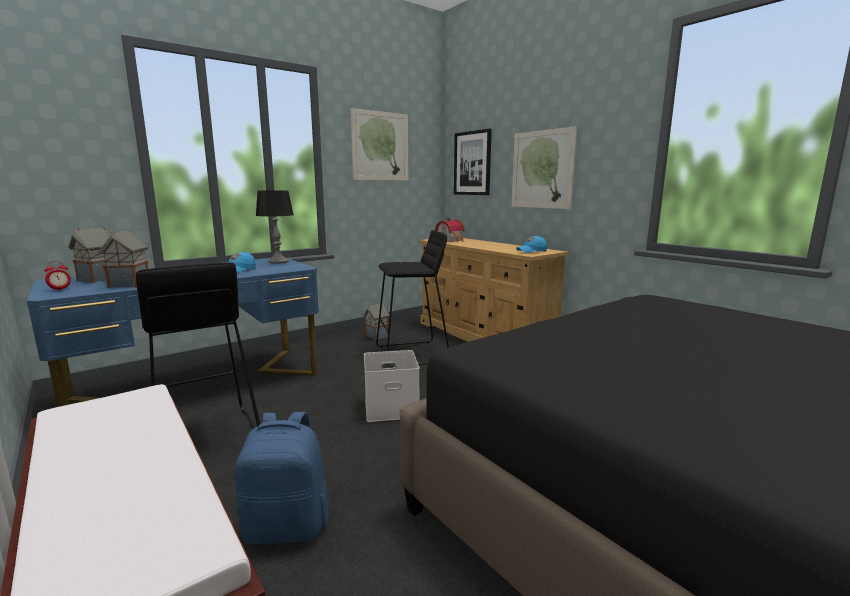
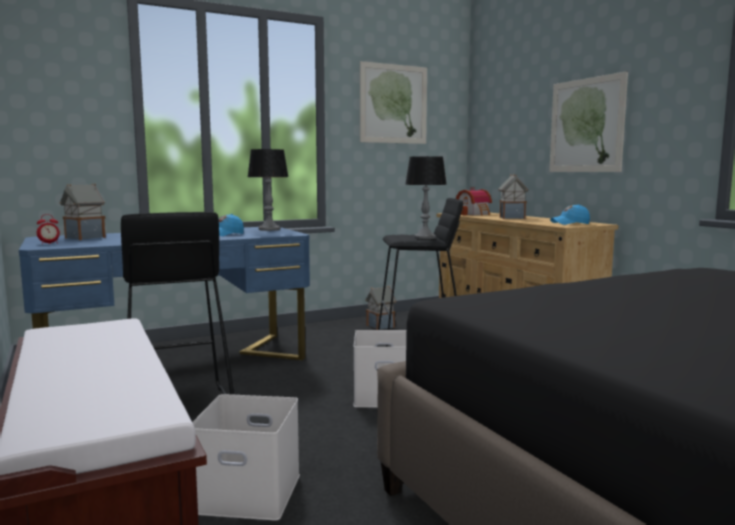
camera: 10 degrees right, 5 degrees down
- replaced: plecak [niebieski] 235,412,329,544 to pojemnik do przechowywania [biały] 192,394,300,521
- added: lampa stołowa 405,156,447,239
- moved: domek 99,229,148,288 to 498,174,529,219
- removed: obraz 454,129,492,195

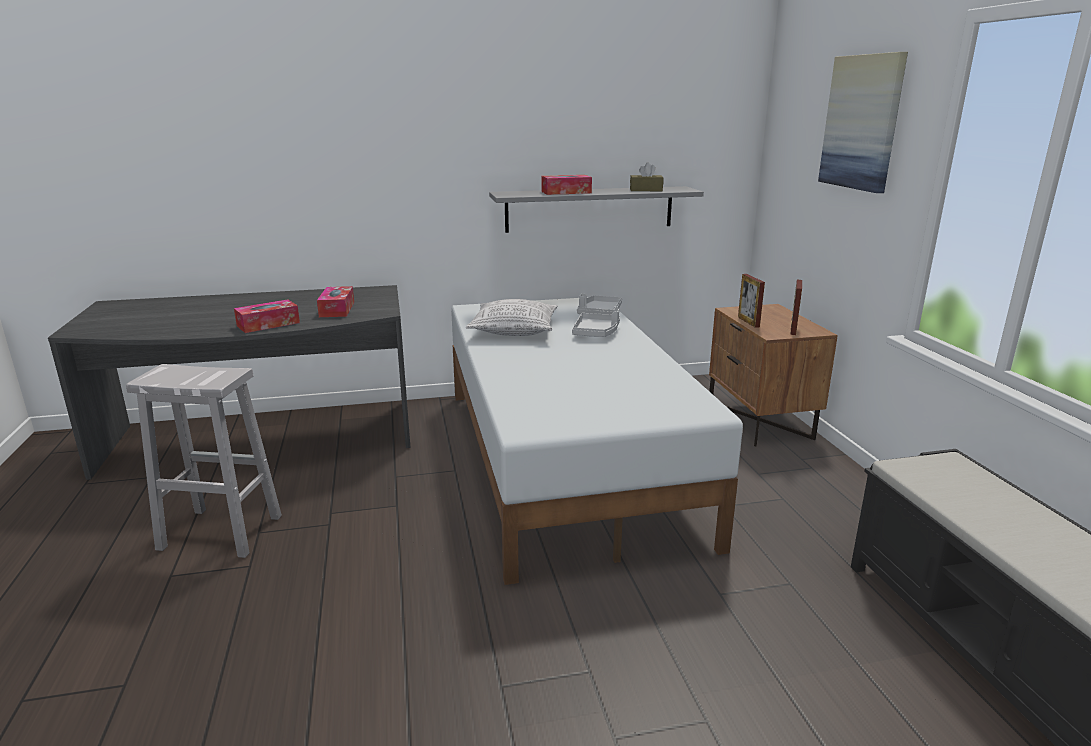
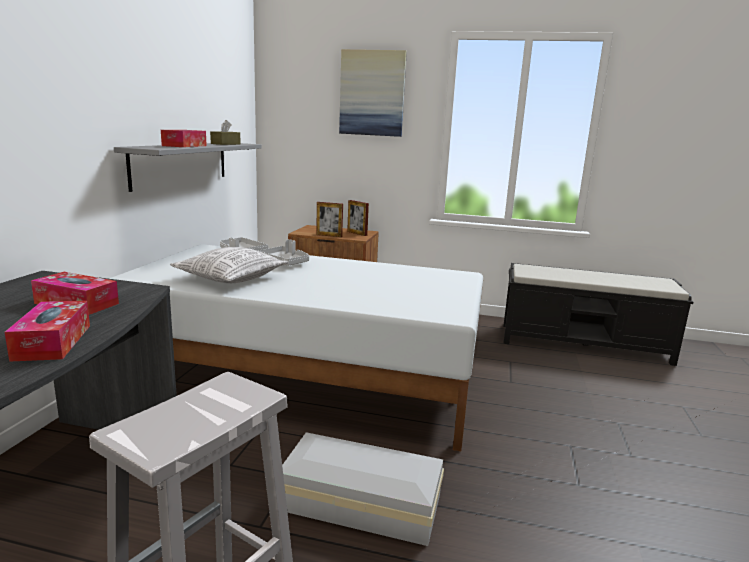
camera: 65 degrees left, 5 degrees down
- added: pojemnik do przechowywania [biały] 282,432,444,546

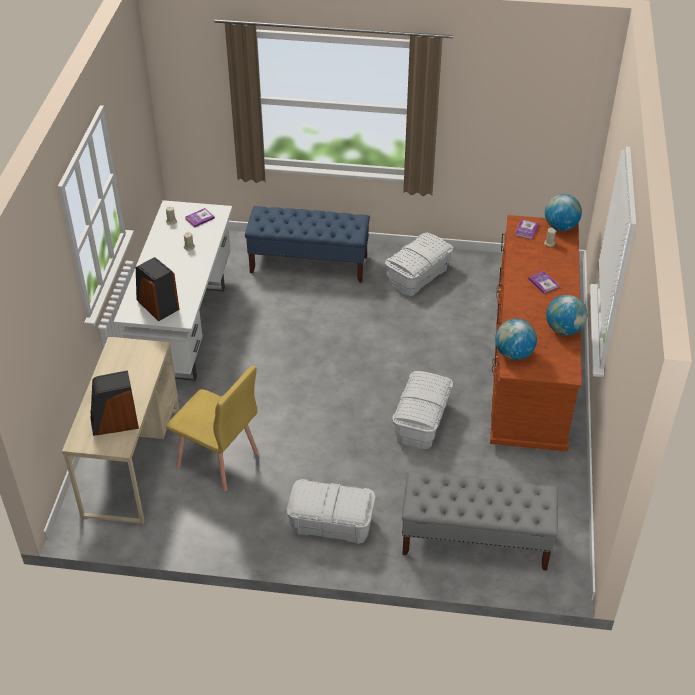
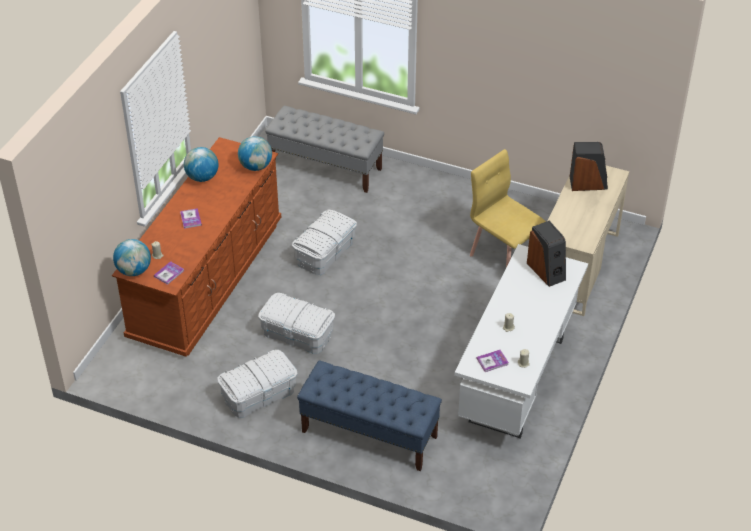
camera: 165 degrees left, 0 degrees up
- moved: pojemnik do przechowywania [biały] 286,479,375,544 to 258,293,335,354

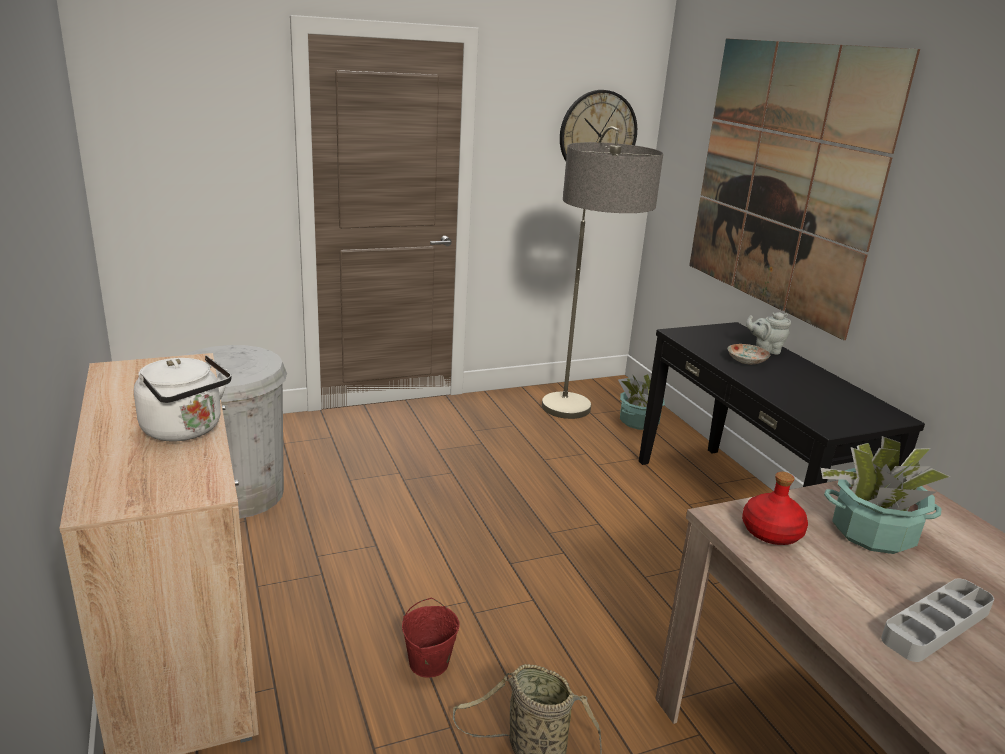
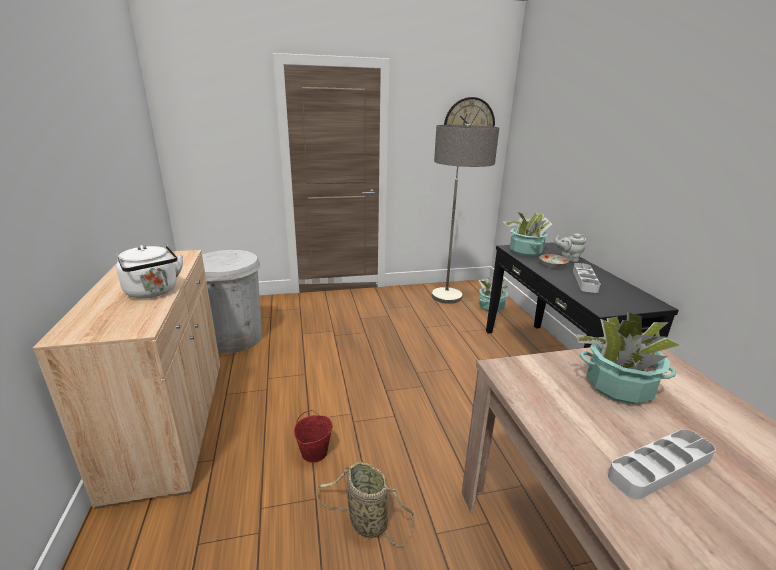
camera: 10 degrees right, 0 degrees up
- added: roślina doniczkowa 503,212,552,256
- added: taca [szary] 573,263,600,293
- removed: obraz 689,38,920,340
- removed: butelka [czerwony] 742,472,808,545

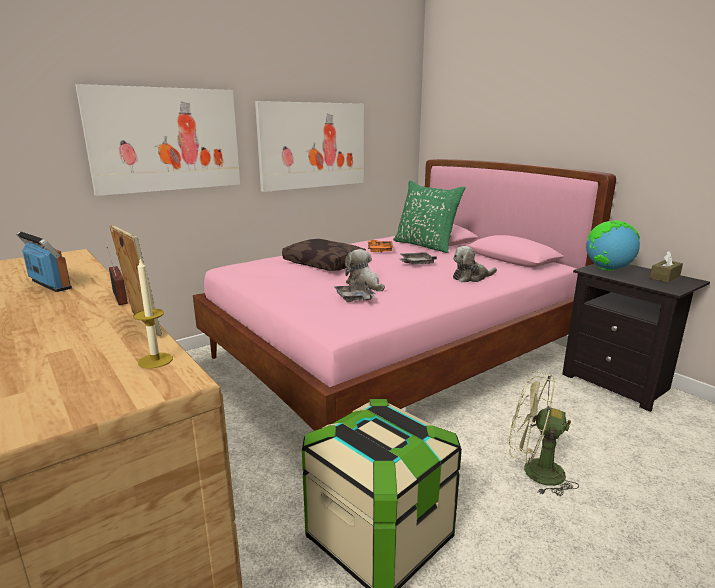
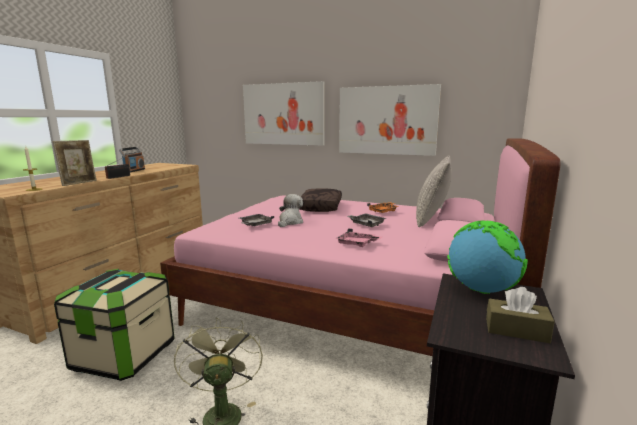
camera: 60 degrees right, 5 degrees down
- replaced: pluszak 453,246,497,282 to taca [różowy] 335,228,382,247
- recoloured: poduszka [zielony] 393,181,466,253 to poduszka [szary] 416,155,452,227

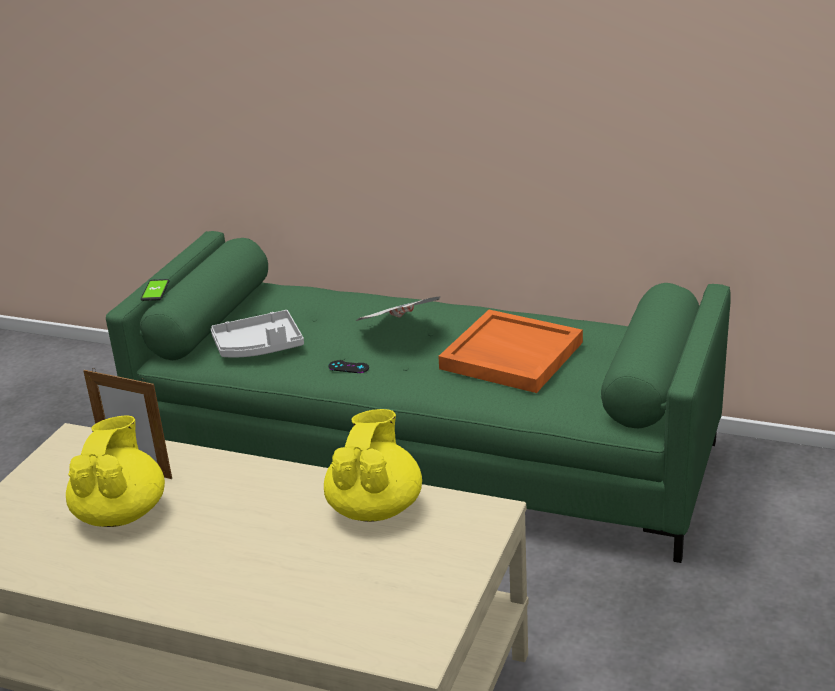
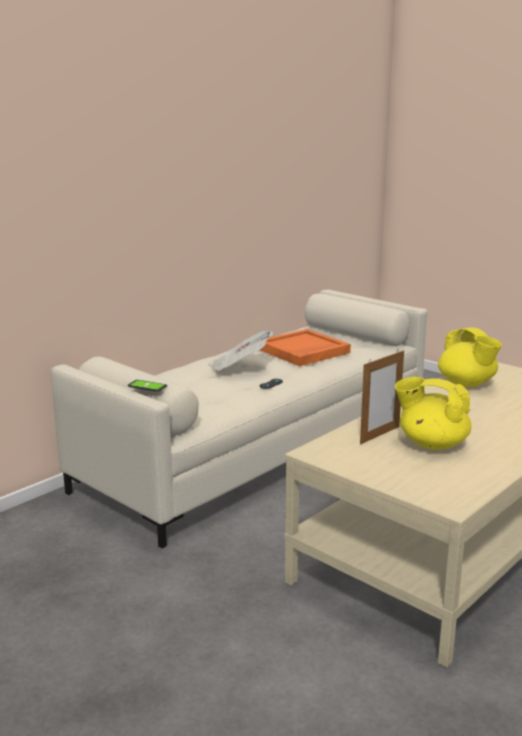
camera: 70 degrees left, 10 degrees down
- recoloured: kanapa [zielony] 106,231,731,563 to kanapa [beżowy] 50,289,427,549
- turned: imbryk [żółty] 324,409,422,522 = 438,328,502,387 150 degrees counterclockwise
- removed: taca [szary] 211,310,304,357

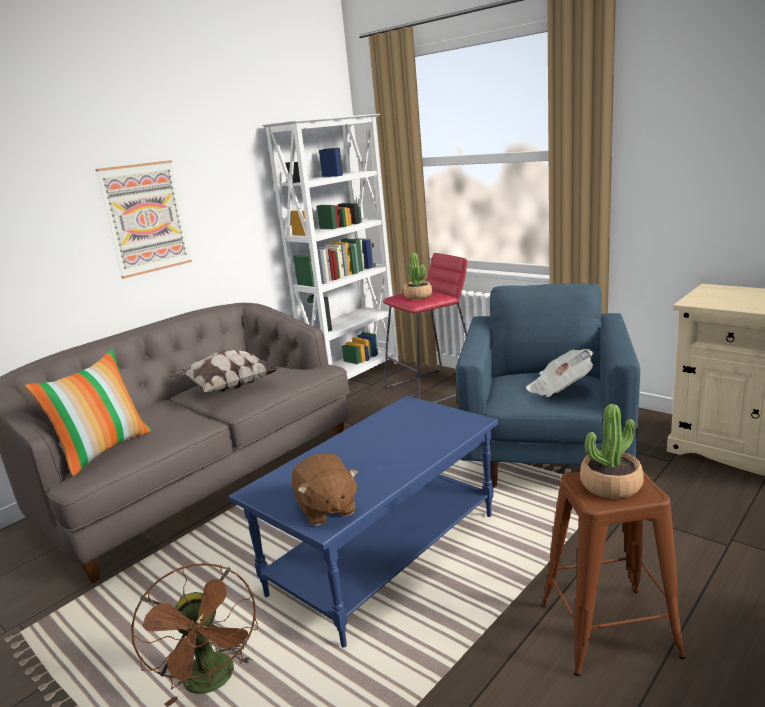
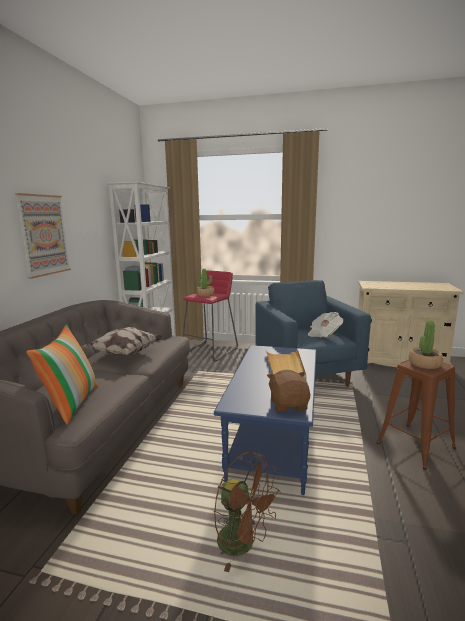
camera: 30 degrees left, 5 degrees down
- added: taca [beżowy] 266,349,306,379
- turned: pluszak [brązowy] 292,454,359,526 = 267,370,310,412 135 degrees counterclockwise

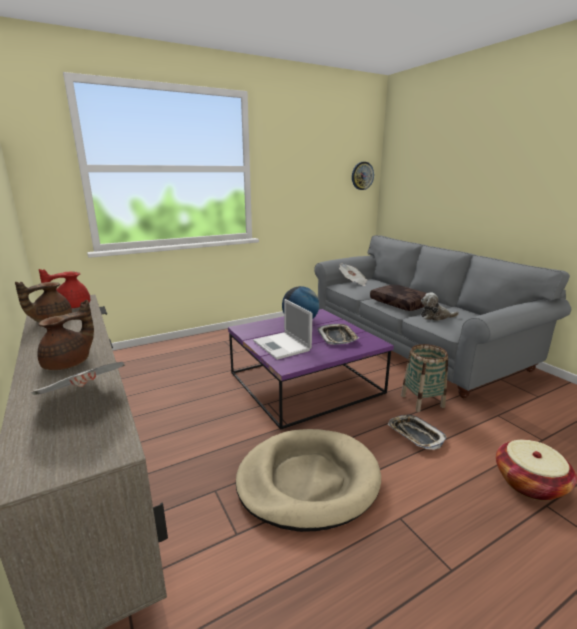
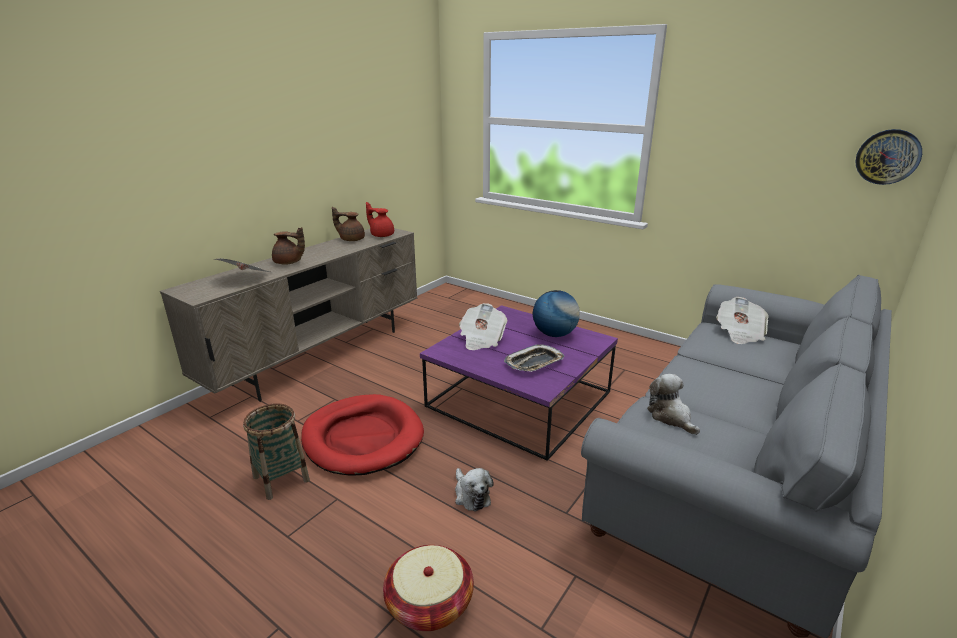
camera: 65 degrees right, 5 degrees up
- moved: koszyk 401,344,448,412 to 243,404,310,500
- recoloured: legowisko [beżowy] 236,429,381,532 to legowisko [czerwony] 301,394,424,476
- replaced: taca 388,415,447,450 to pluszak 455,468,494,512
- replaced: laptop 253,299,313,360 to gazeta 459,303,507,350
- removed: poduszka [brązowy] 370,285,427,311

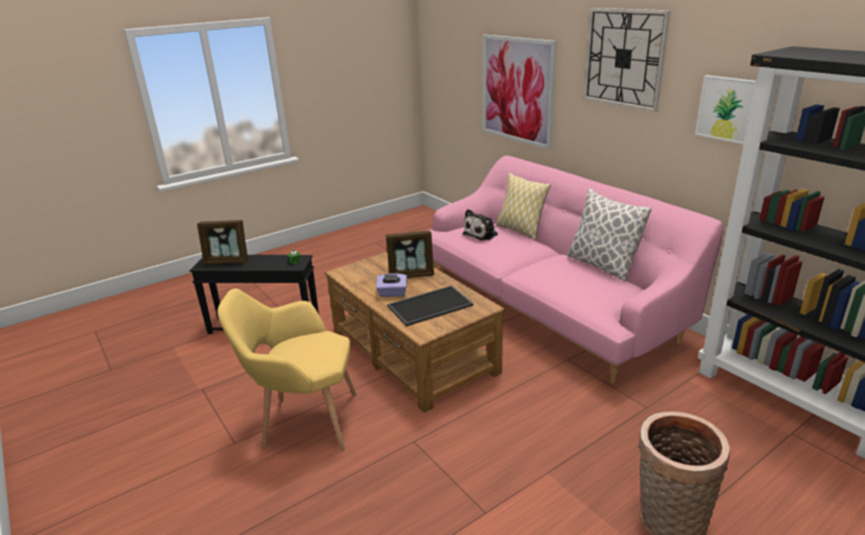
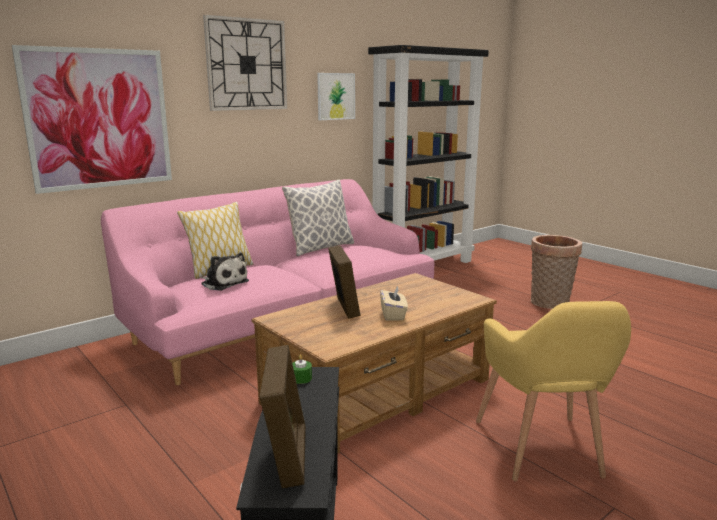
camera: 95 degrees left, 10 degrees down
- recoloured: pudełko chusteczek [fioletowy] 376,273,407,297 to pudełko chusteczek [beżowy] 380,285,408,321
- removed: taca 387,286,474,326

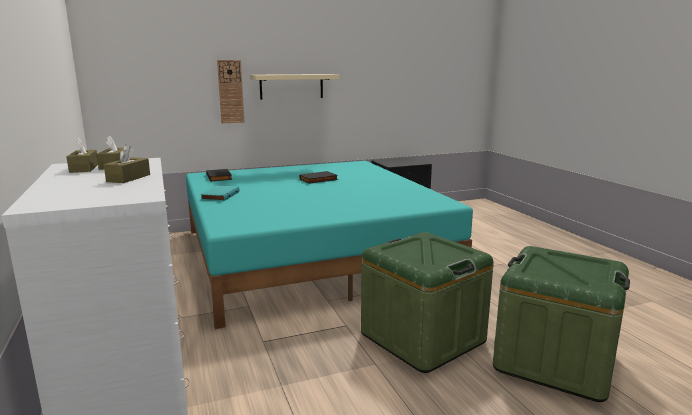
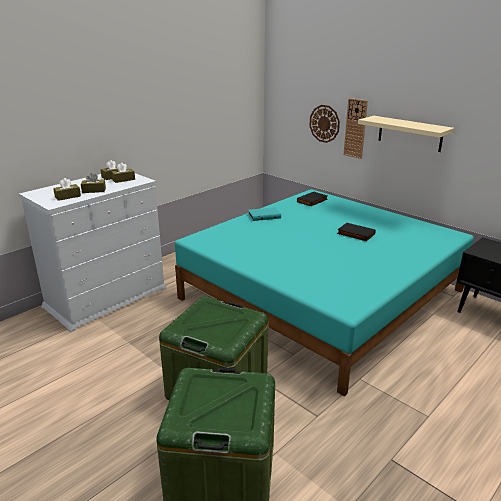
camera: 65 degrees right, 10 degrees up
- added: pudełko chusteczek [brązowy] 53,178,81,201
- added: zegar ścienny 309,105,340,143

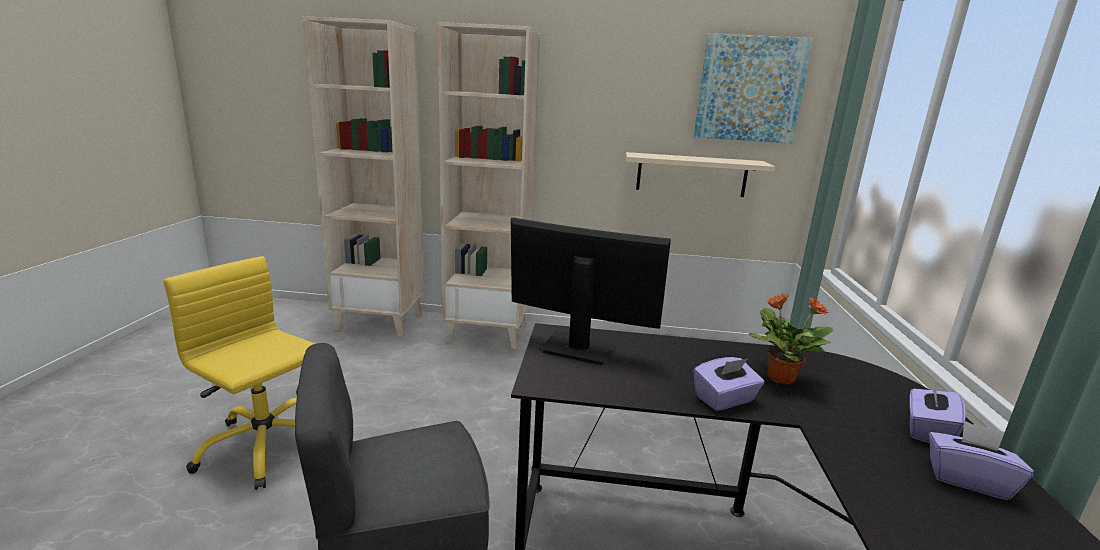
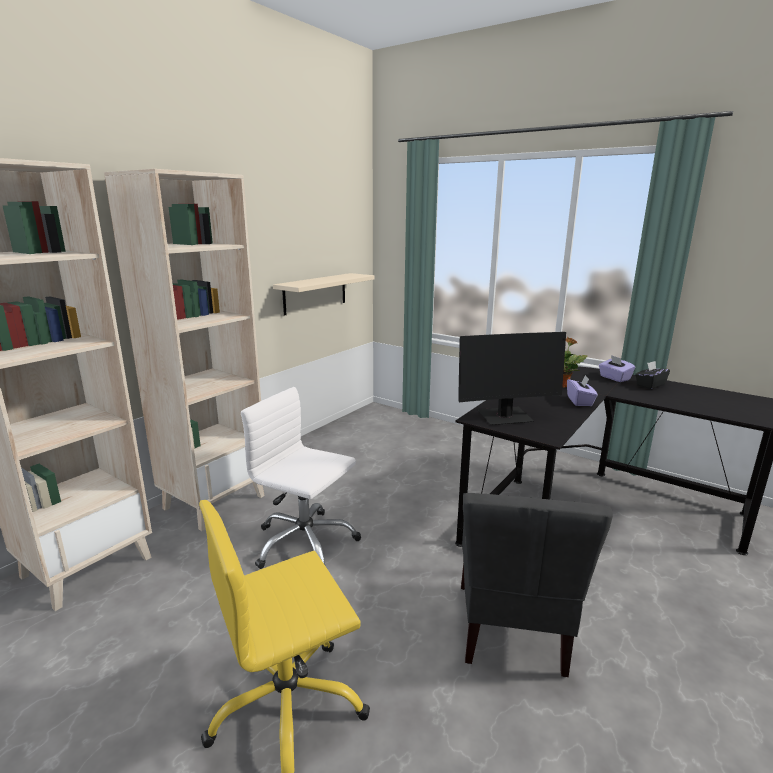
camera: 60 degrees left, 0 degrees up
- added: krzesło biurowe [biały] 241,387,361,569
- turned: monitor 511,217,671,365 = 458,332,566,425 150 degrees counterclockwise
- recoloured: pudełko chusteczek [fioletowy] 929,421,1034,500 to pudełko chusteczek [czarny] 635,361,670,389
- removed: obraz 694,33,813,143

